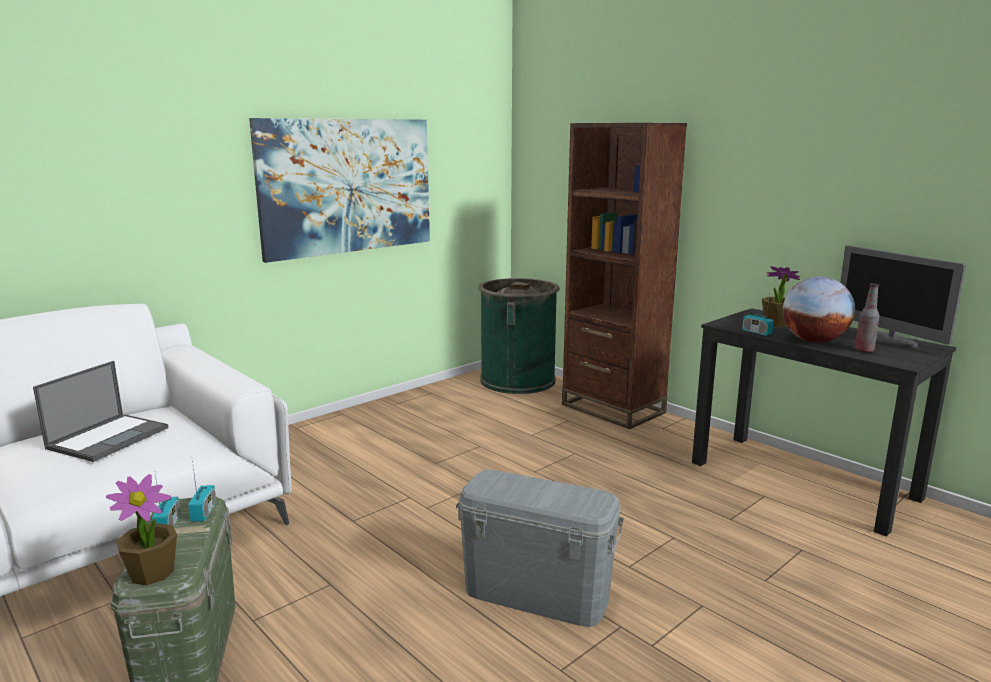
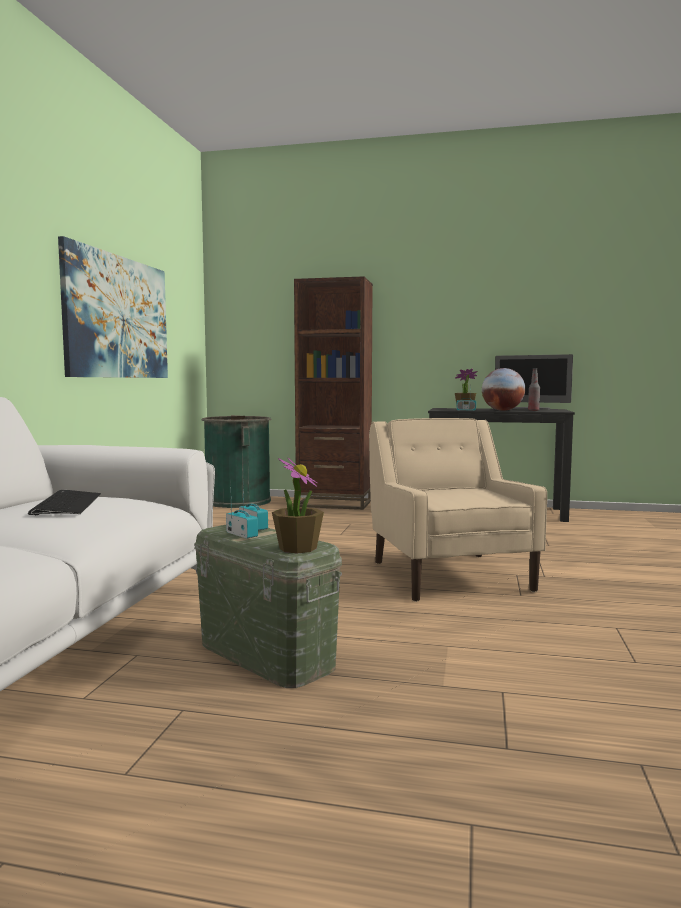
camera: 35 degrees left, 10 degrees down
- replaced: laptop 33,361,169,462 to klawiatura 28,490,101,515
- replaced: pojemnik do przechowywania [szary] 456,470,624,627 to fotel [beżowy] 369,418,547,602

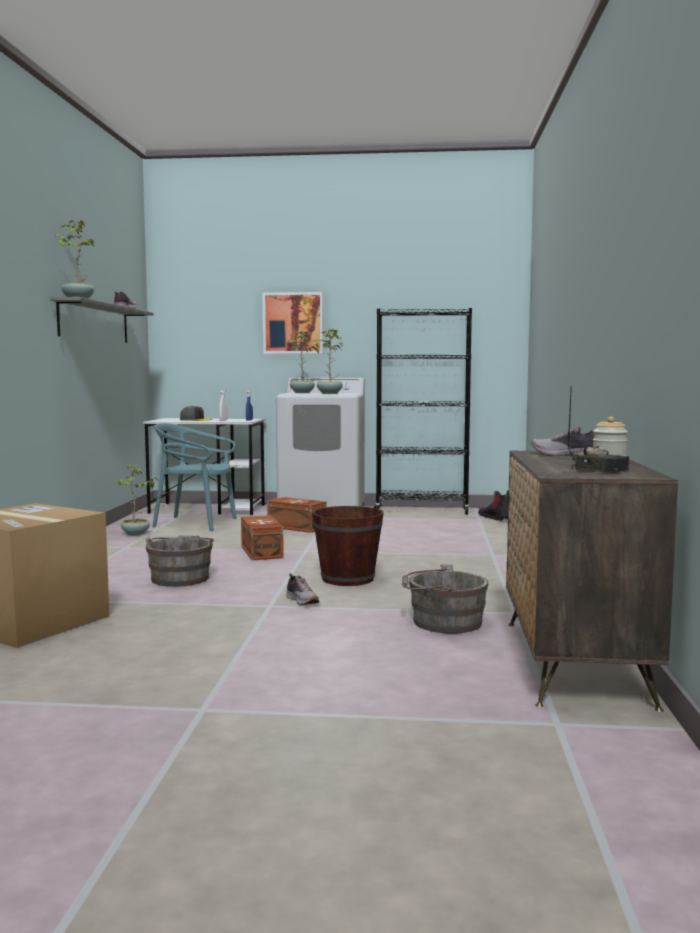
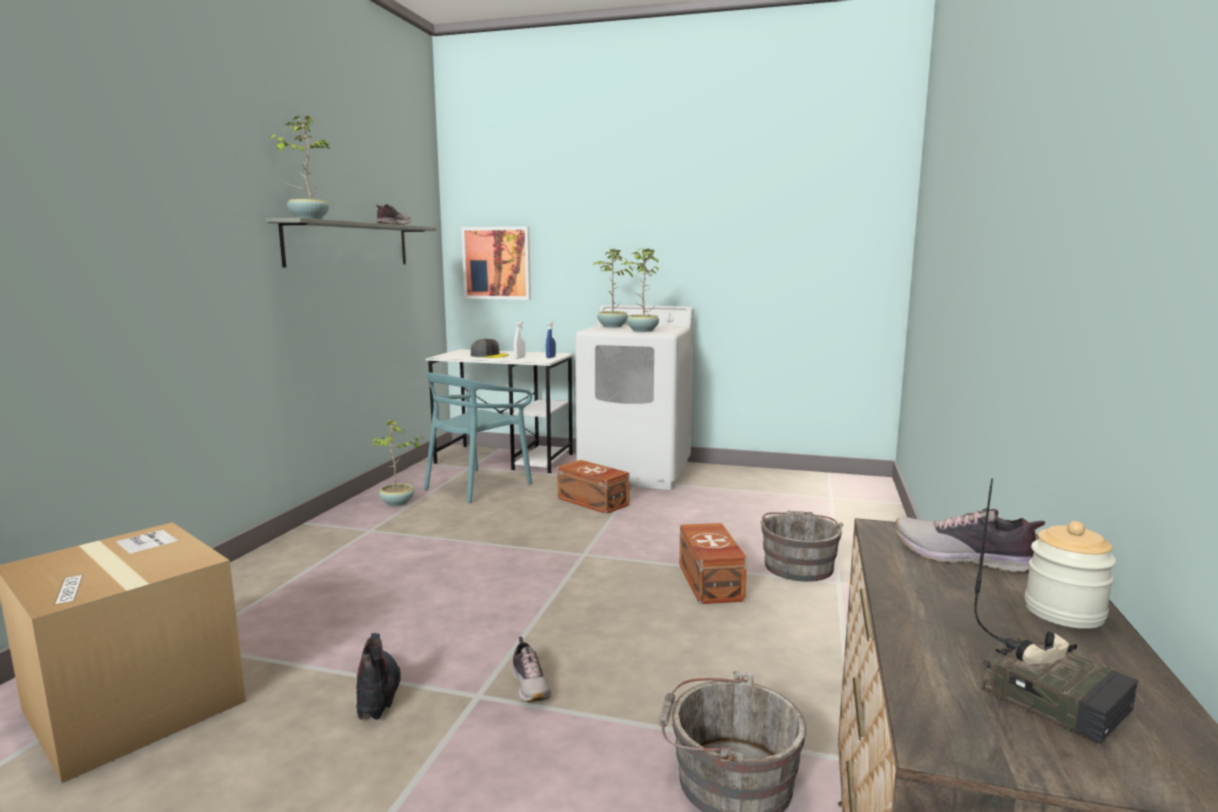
camera: 10 degrees right, 5 degrees up
- moved: but z cholewką 478,490,509,521 to 356,633,401,720
- turned: krzesło [turkusowy] 152,423,237,531 = 424,372,532,503 75 degrees counterclockwise
- moved: obraz 263,292,323,354 to 461,227,531,300
- moved: pojemnik do przechowywania [brązowy] 241,515,284,560 to 679,523,747,604
- moved: wiadro [szary] 146,536,214,587 to 760,511,843,582
- removed: wiadro [brązowy] 312,505,384,586
- removed: regał [czarny] 375,308,472,515

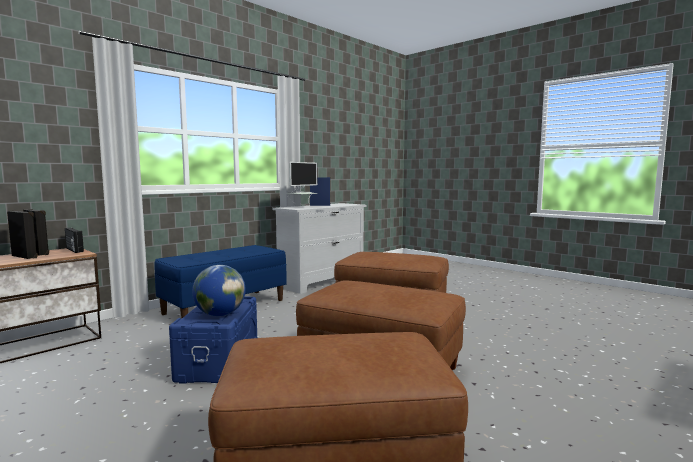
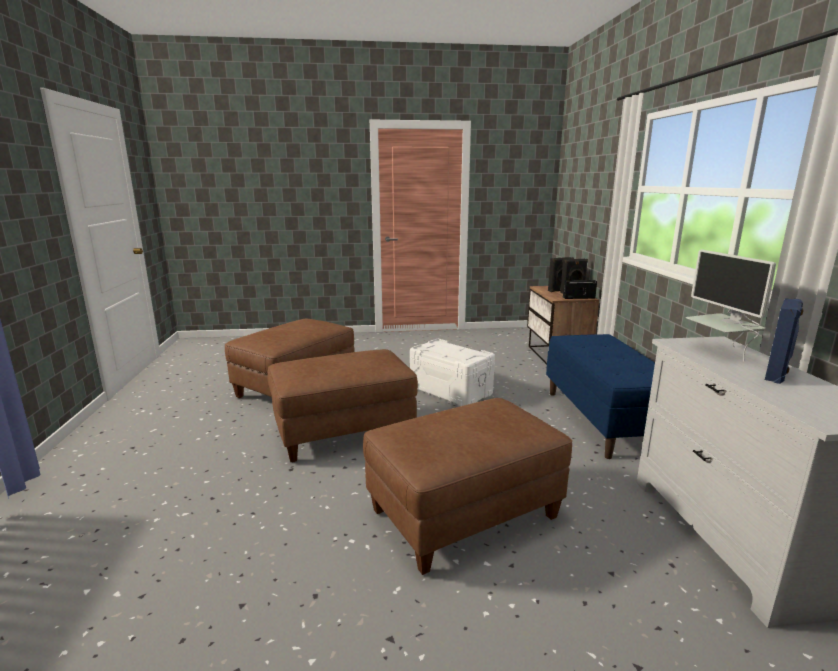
camera: 130 degrees right, 10 degrees up
- recoloured: pojemnik do przechowywania [niebieski] 169,297,257,384 to pojemnik do przechowywania [biały] 410,339,495,406
- removed: globus 192,265,246,316

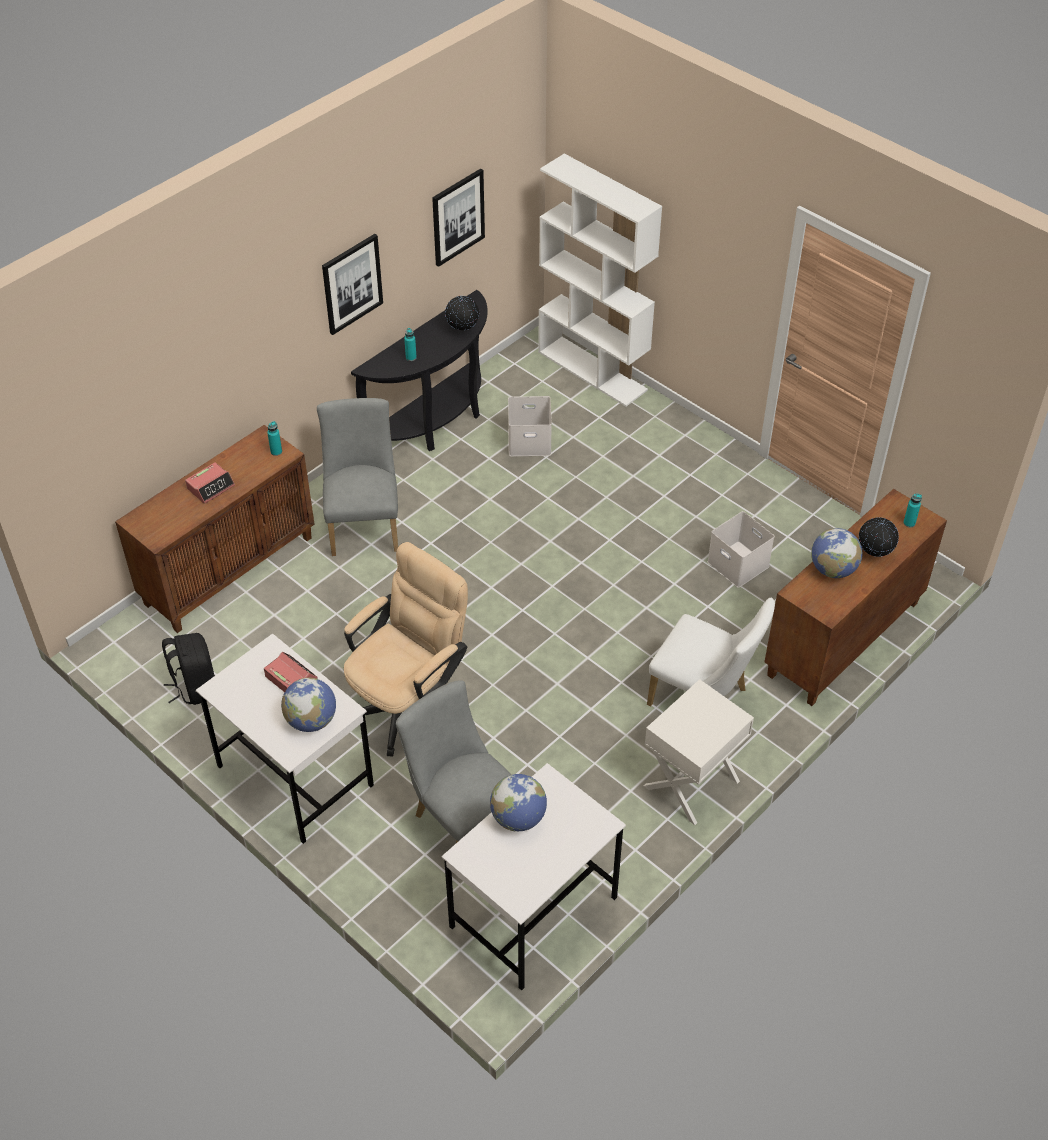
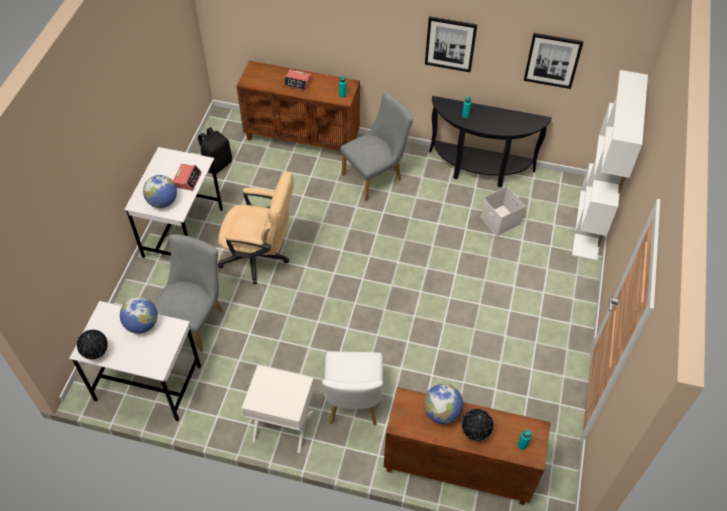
camera: 60 degrees right, 5 degrees up
- moved: globus 445,296,479,330 to 77,329,108,360
- removed: pojemnik do przechowywania [biały] 707,511,775,588

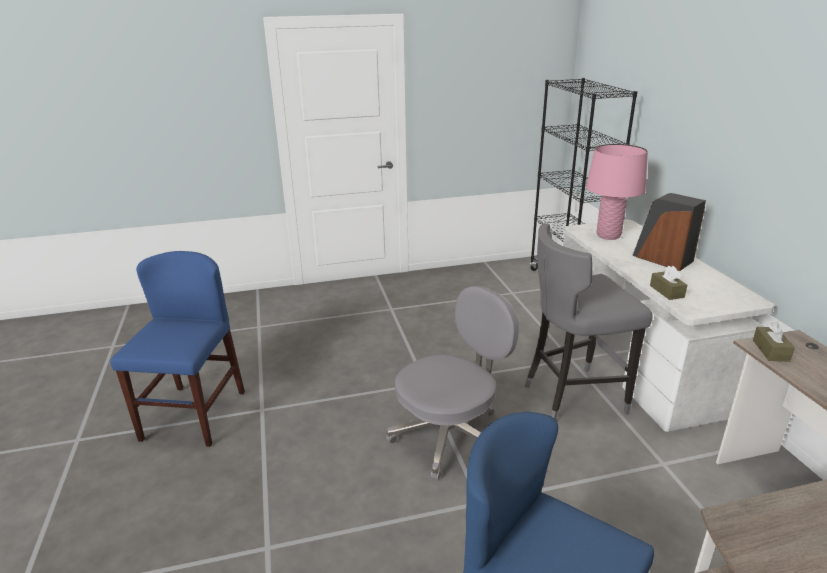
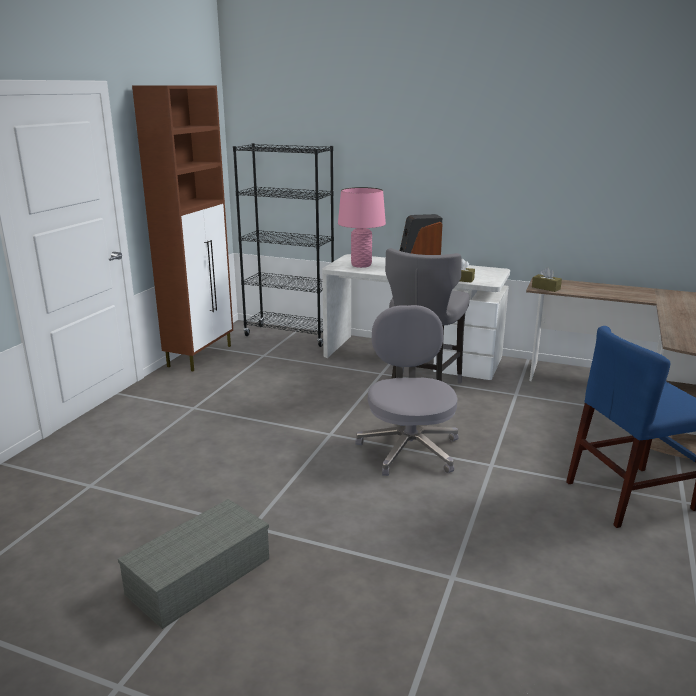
camera: 55 degrees left, 5 degrees down
- replaced: krzesło [niebieski] 110,251,245,447 to pojemnik do przechowywania [szary] 118,499,269,629
- added: szafka [brązowy] 132,85,233,371

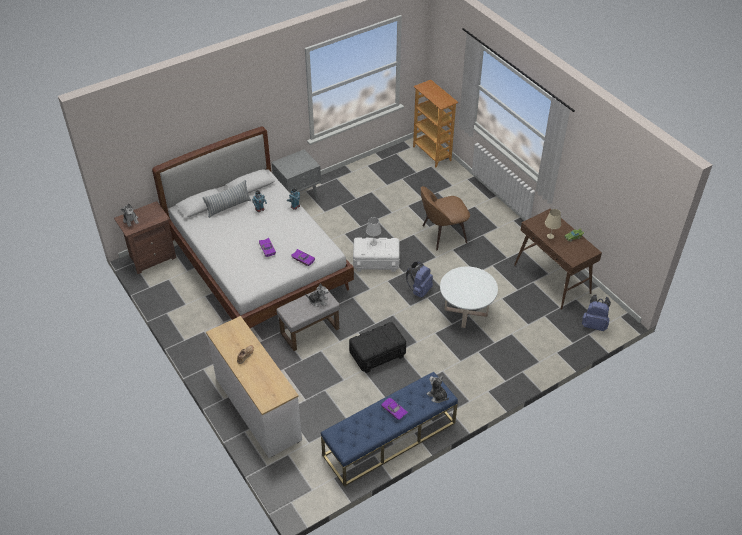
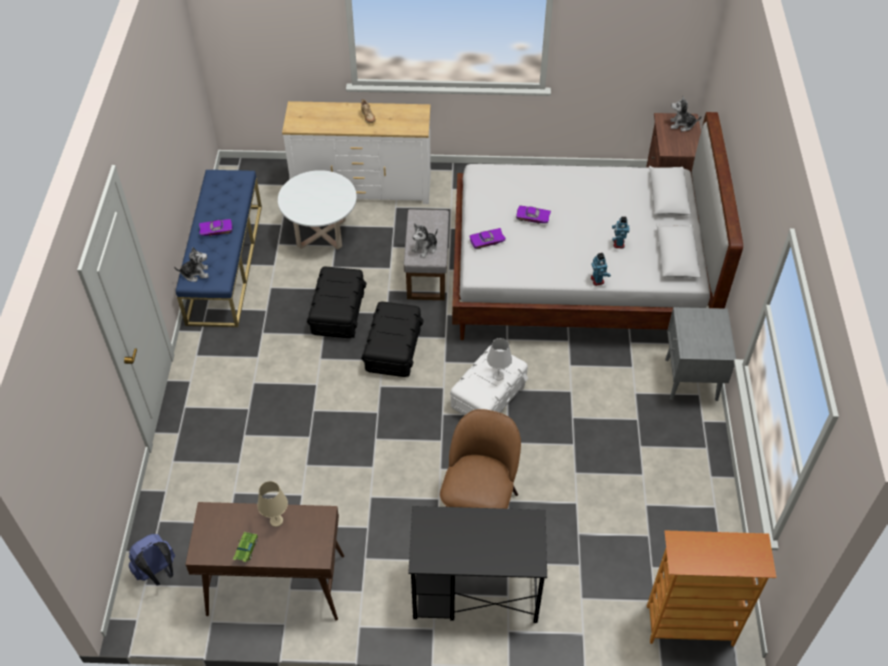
camera: 125 degrees right, 5 degrees up
- moved: ława [biały] 440,266,498,328 to 278,170,357,250
- added: pojemnik do przechowywania [czarny] 361,301,424,377
- added: biurko [czarny] 408,506,547,623
- removed: poduszka 202,180,251,218
- removed: plecak [niebieski] 406,261,433,298

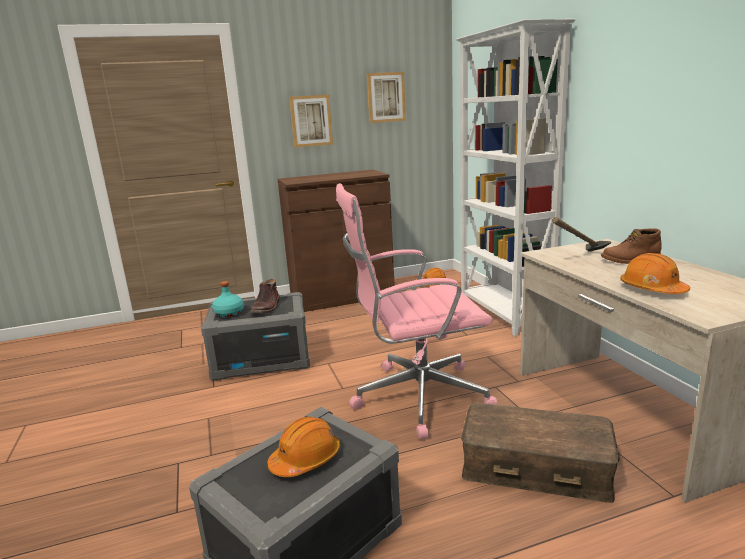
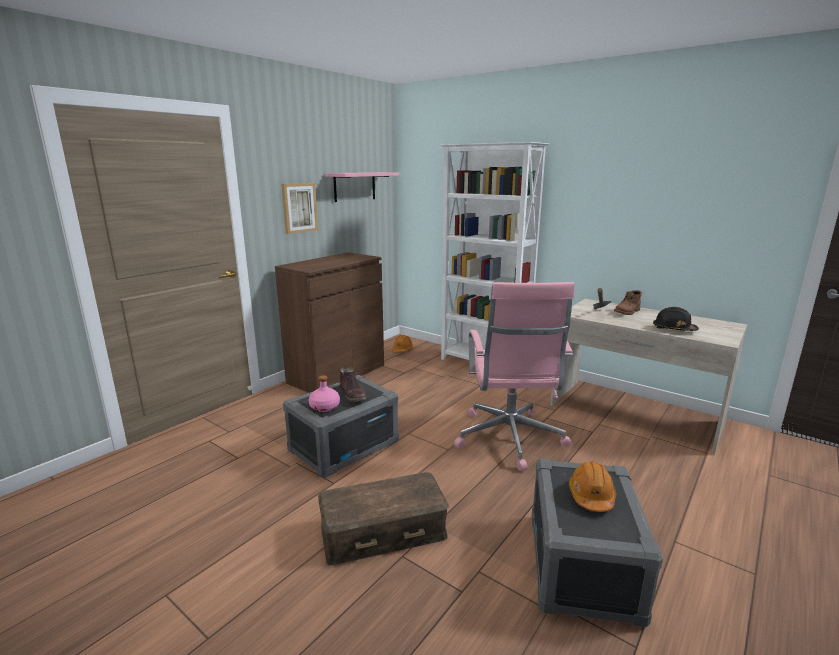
camera: 35 degrees left, 0 degrees up
- recoloured: butelka [turkusowy] 212,281,244,317 to butelka [różowy] 309,375,340,412
- moved: pojemnik do przechowywania [brązowy] 461,403,620,503 to 318,472,449,565
- replaced: obraz 367,72,406,123 to półka [różowy] 325,172,399,202
- turned: krzesło biurowe [różowy] 336,183,498,439 = 454,282,575,471 45 degrees counterclockwise
- recoloured: kask [pomarańczowy] 620,253,690,294 to kask [czarny] 653,307,699,331

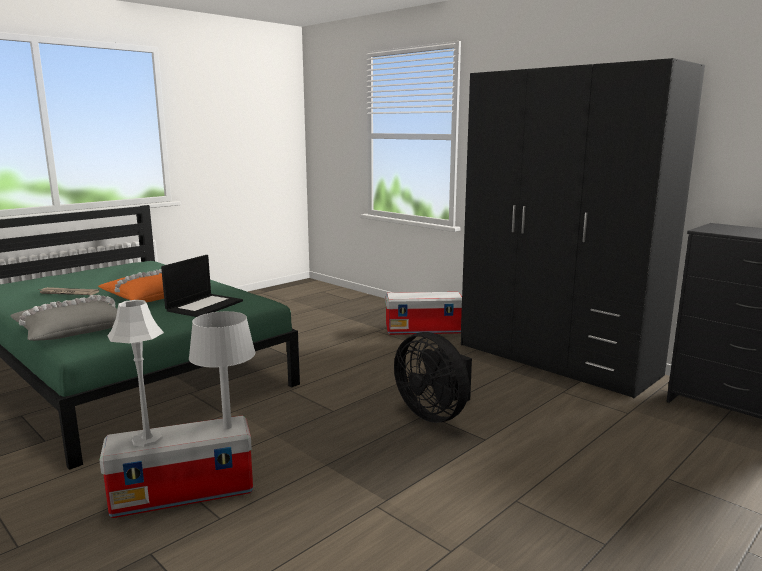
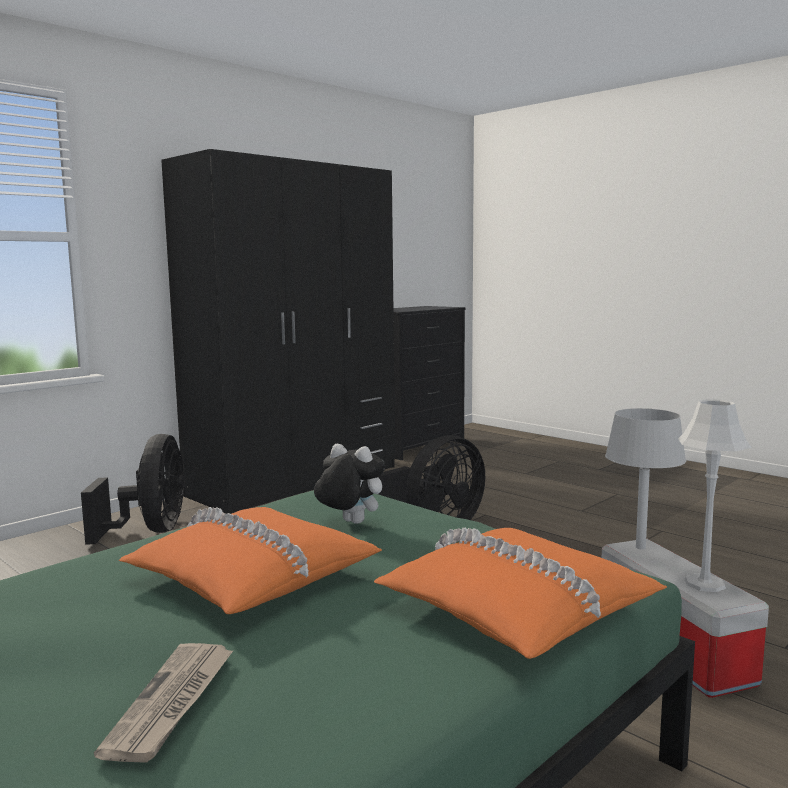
camera: 90 degrees left, 5 degrees down
- replaced: pojemnik do przechowywania 385,292,462,335 to wentylator [czarny] 81,434,185,545
- replaced: laptop 161,255,243,317 to pluszak 314,444,385,524
- recoloured: poduszka [szary] 10,295,117,341 to poduszka [pomarańczowy] 374,528,667,659

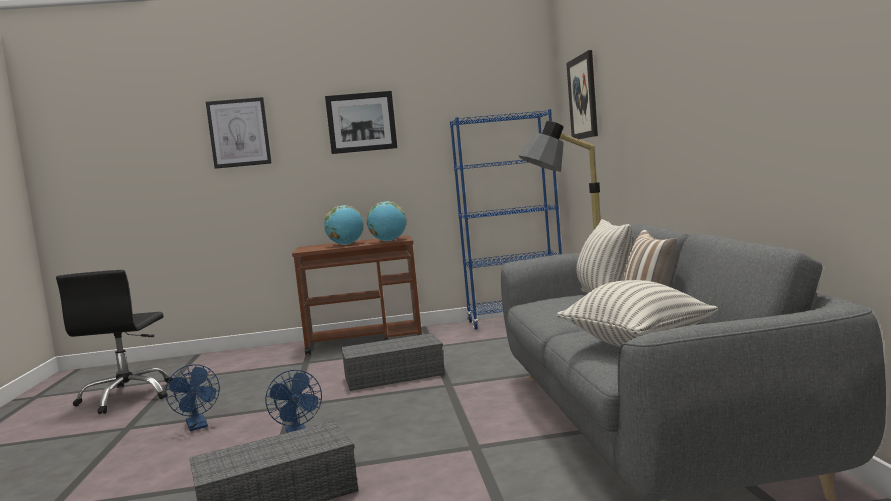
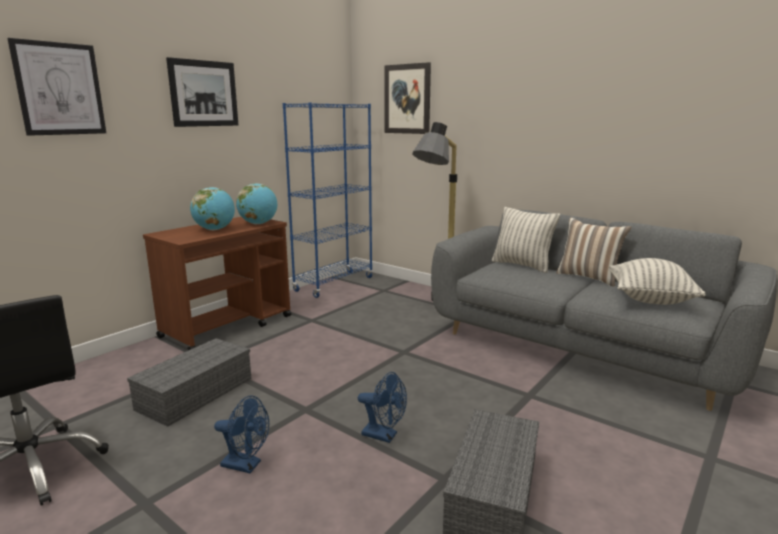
camera: 45 degrees left, 10 degrees up
- moved: pojemnik do przechowywania [szary] 341,333,445,391 to 127,338,251,427

